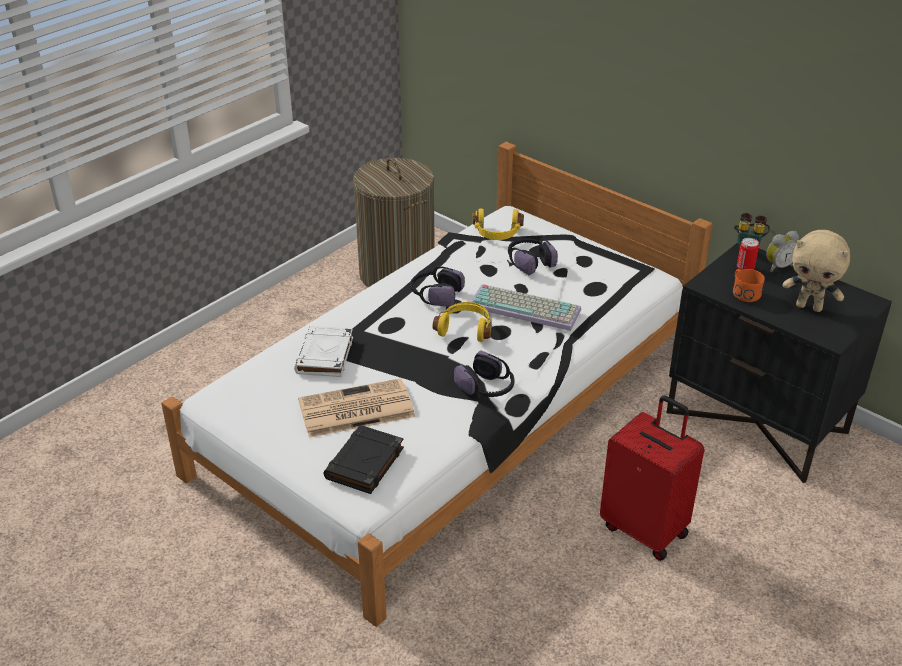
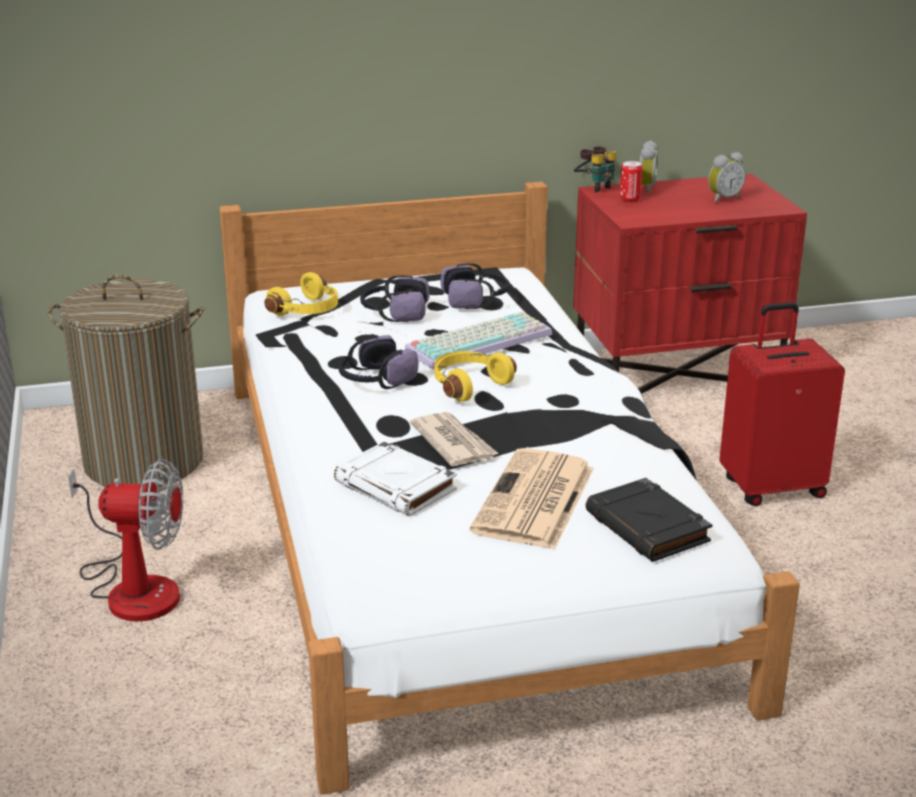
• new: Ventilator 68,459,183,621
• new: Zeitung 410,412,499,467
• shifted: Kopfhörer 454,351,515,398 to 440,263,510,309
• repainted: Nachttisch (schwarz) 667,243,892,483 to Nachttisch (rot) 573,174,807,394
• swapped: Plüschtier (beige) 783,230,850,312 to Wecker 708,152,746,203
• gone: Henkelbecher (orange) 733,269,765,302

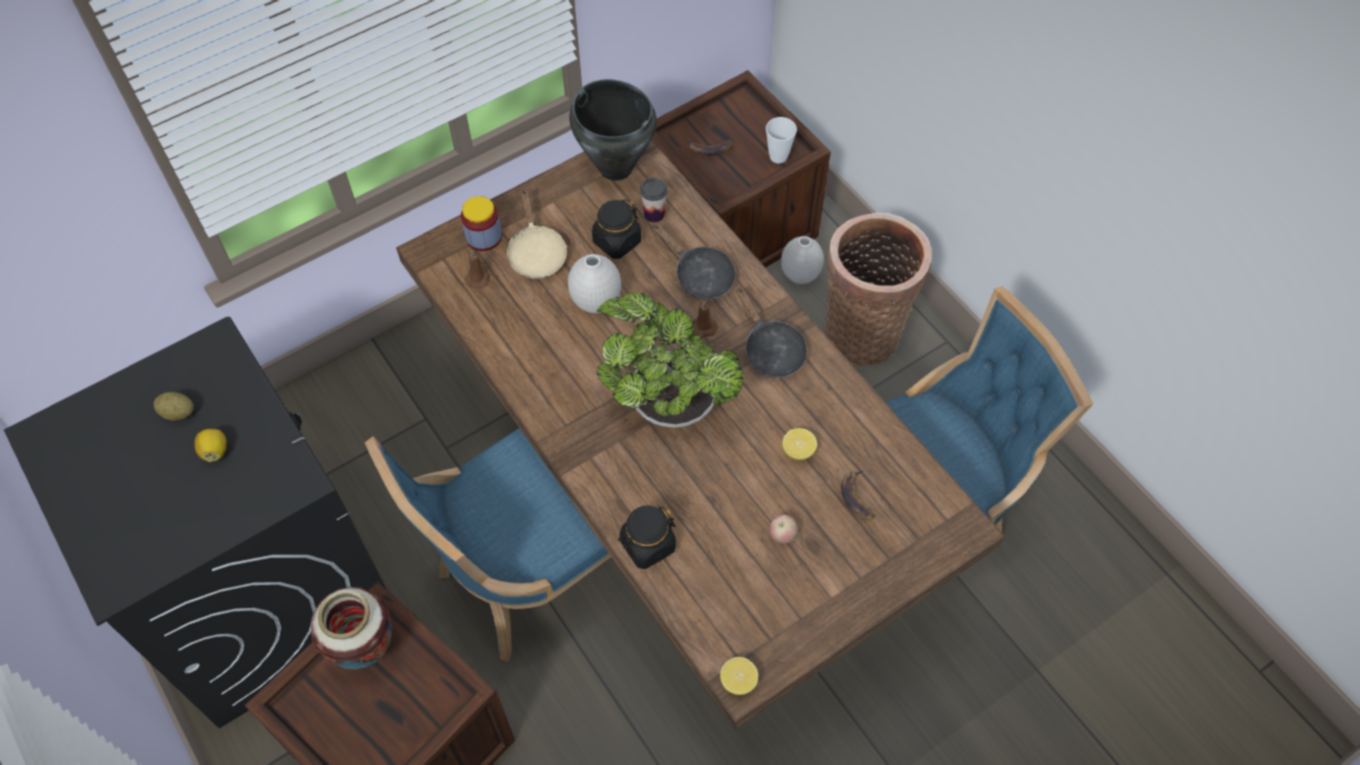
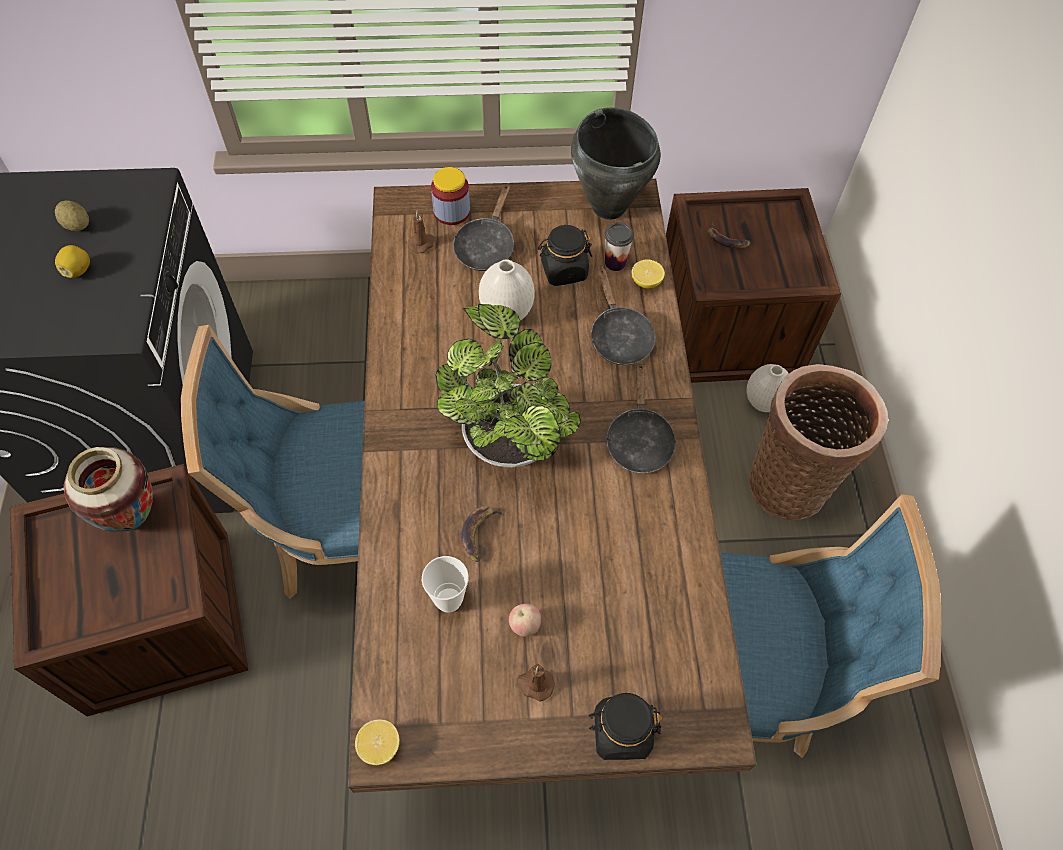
• shifted: Tasse 766,117,797,163 to 422,556,469,613
• repainted: Pfanne (beige) 506,188,567,279 to Pfanne (schwarz) 453,183,514,271
• shifted: Banane 841,470,875,519 to 461,506,506,562
• shifted: Kerze (braun) 692,301,717,338 to 517,664,555,701
• shifted: Vorratsglas (schwarz) 618,506,676,569 to 588,693,662,760
• shifted: Zitrone 782,428,817,460 to 632,259,665,289

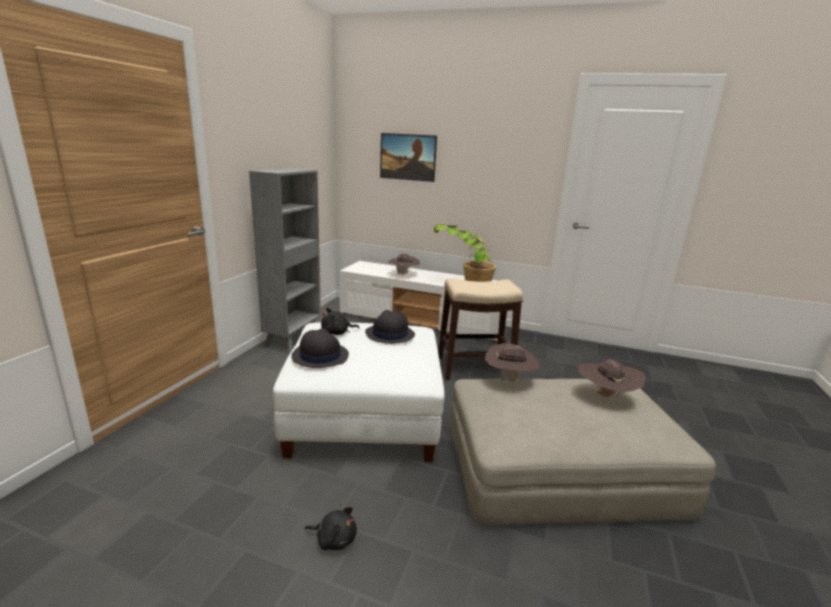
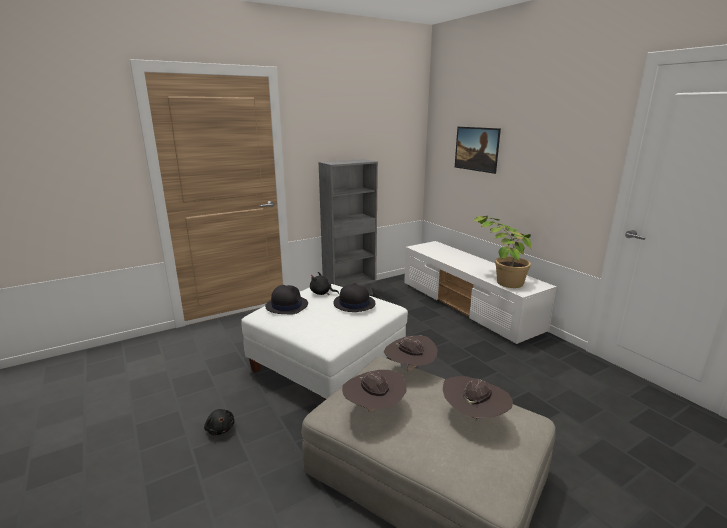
• shifted: Hut (braun) 388,253,420,275 to 342,370,407,412
• gone: Hocker 438,278,523,380

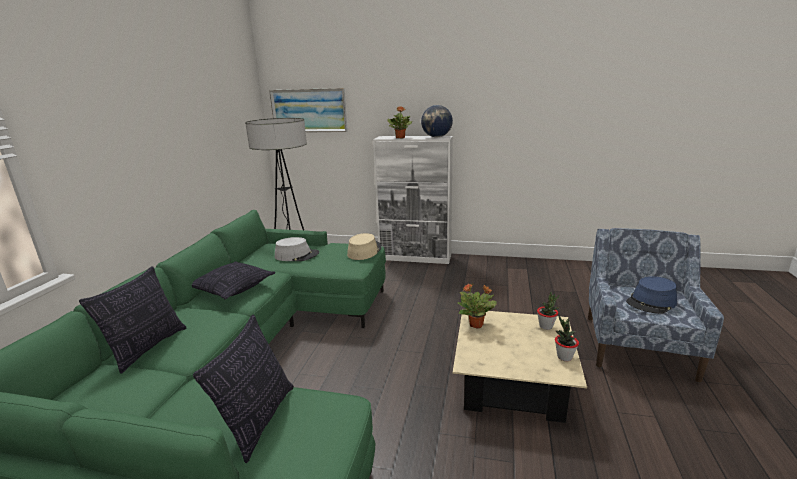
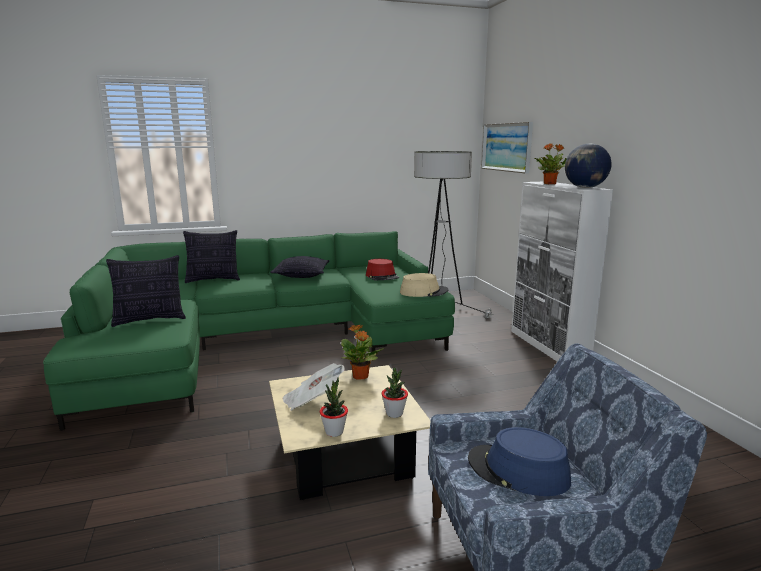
• new: Zeitung 282,363,345,411
• repainted: Hut (grau) 275,237,319,261 to Hut (rot) 366,259,399,280

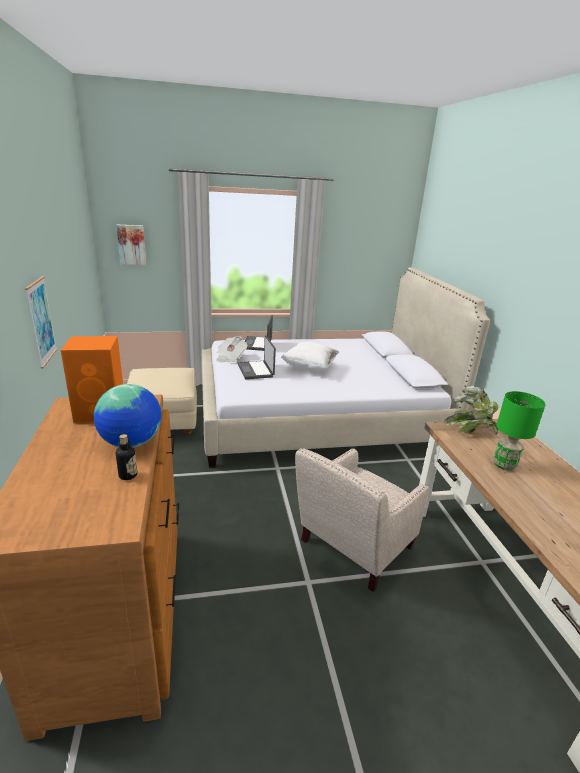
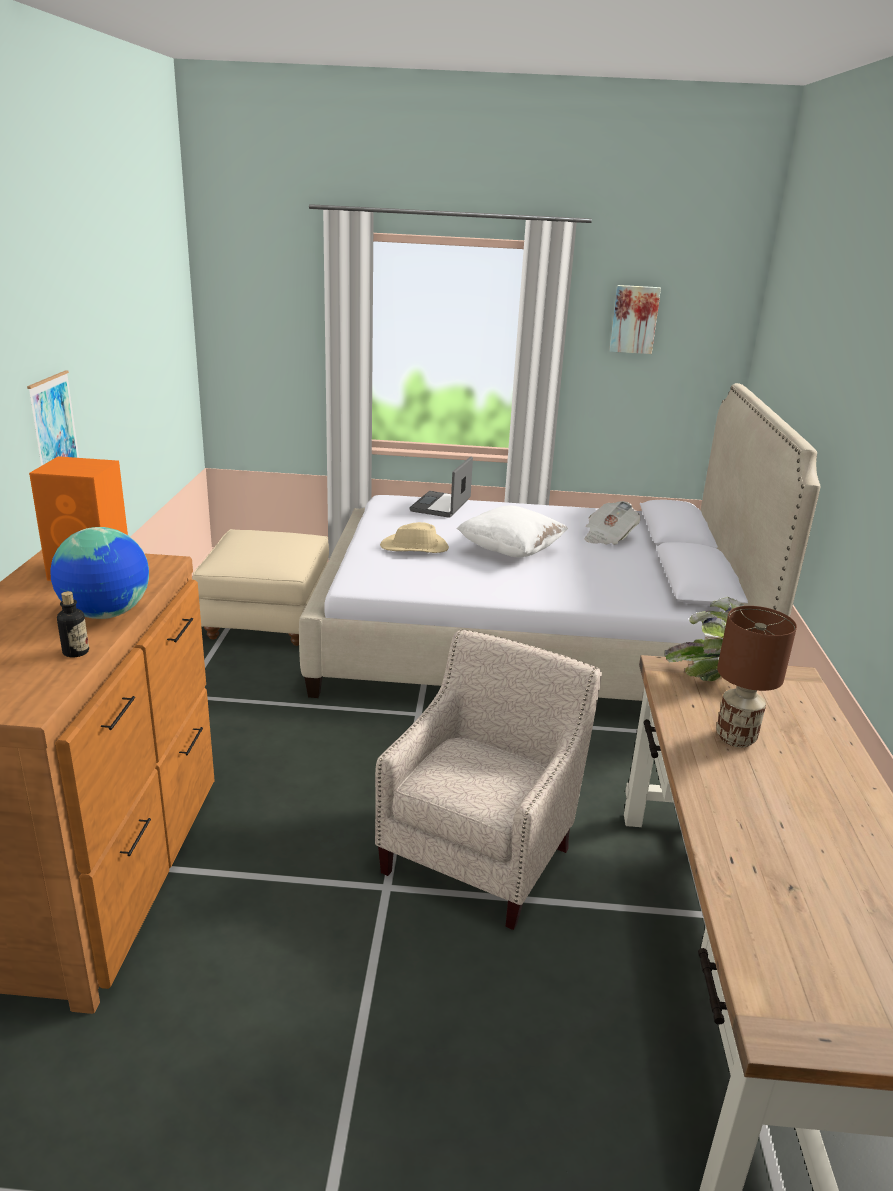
• rotated: Sessel (beige) 295,448,429,592 = 375,629,602,930 150 degrees clockwise
• swapped: Laptop 237,335,276,379 to Hut (beige) 380,522,449,553
• shifted: Zeitung 216,336,247,362 to 585,501,640,545
• shifted: Bild 116,225,146,265 to 609,285,661,354
• repainted: Tischlampe (grün) 493,391,545,471 to Tischlampe (braun) 717,606,797,747

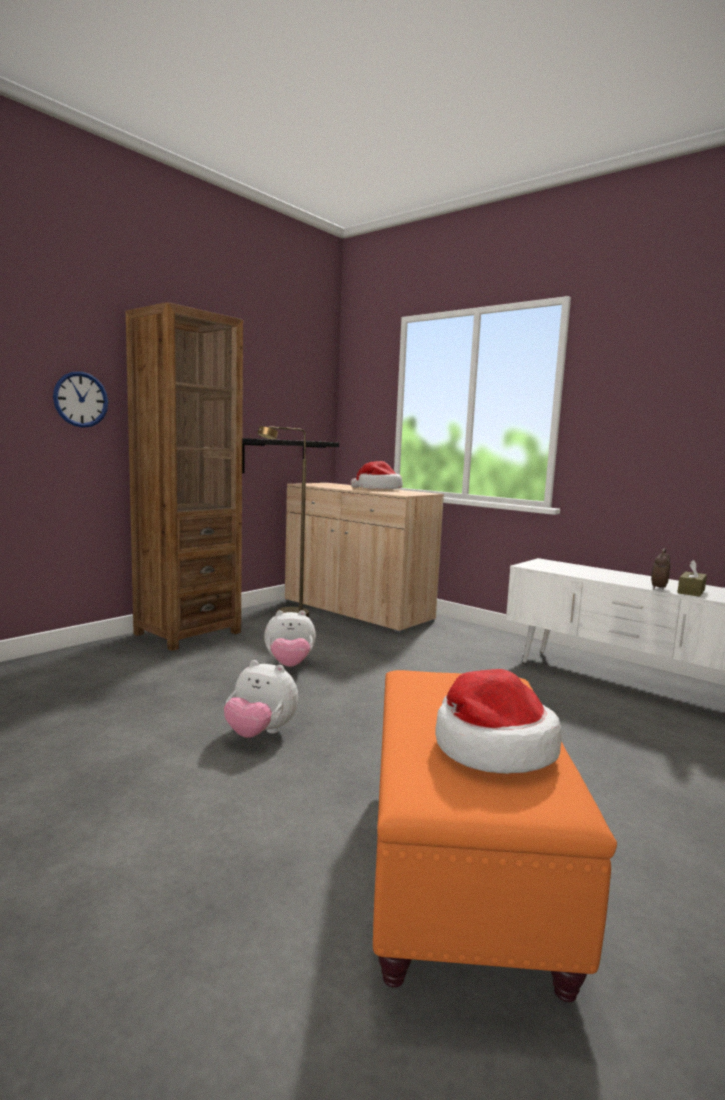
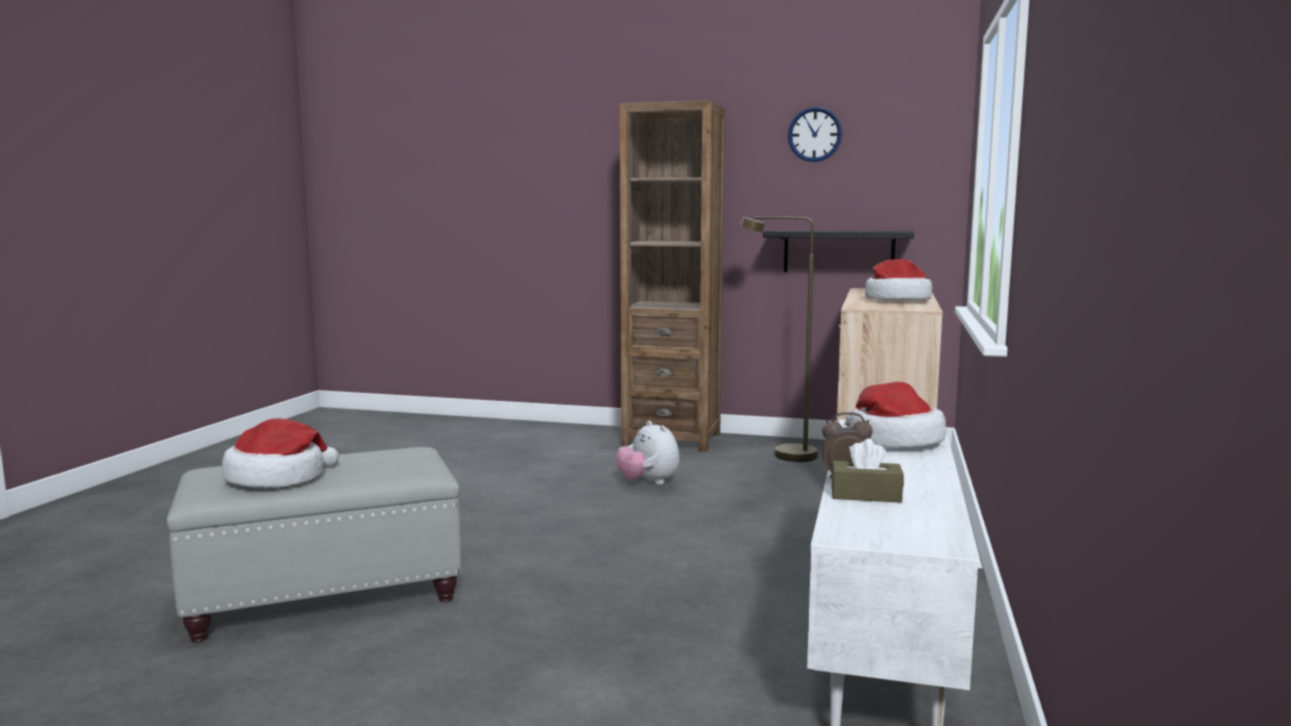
• repainted: Polsterhocker (orange) 373,670,617,1002 to Polsterhocker (grau) 167,447,462,642
• shifted: Wanduhr 53,371,108,428 to 788,107,842,162
• new: Hut 846,382,946,448
• gone: Plüschtier 224,660,298,738

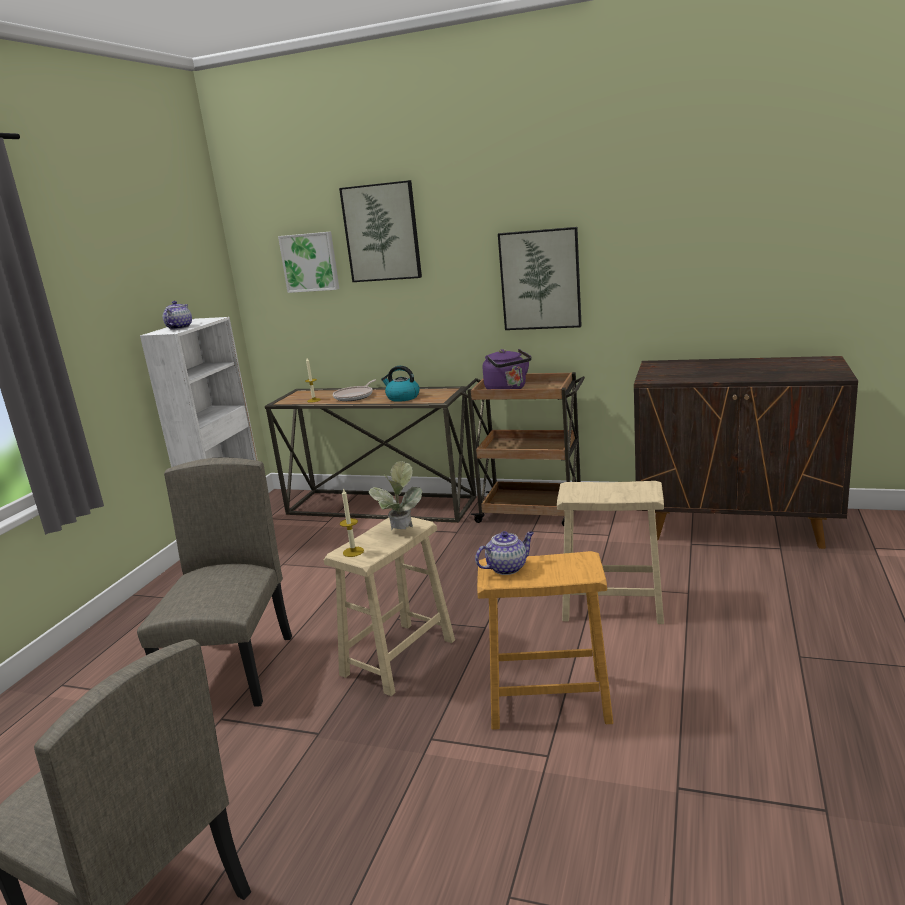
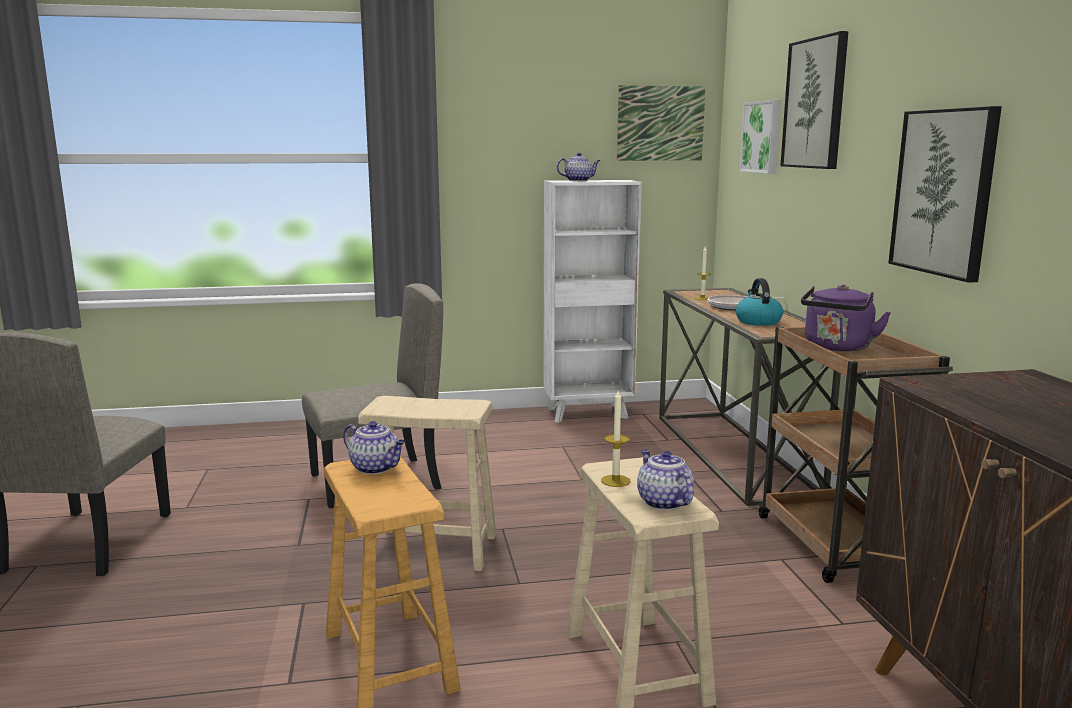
• shifted: Kerze 340,488,364,557 to 601,391,631,487
• new: Bild 617,85,706,161
• new: Teekanne 637,450,694,510
• gone: Topfpflanze 368,461,422,530

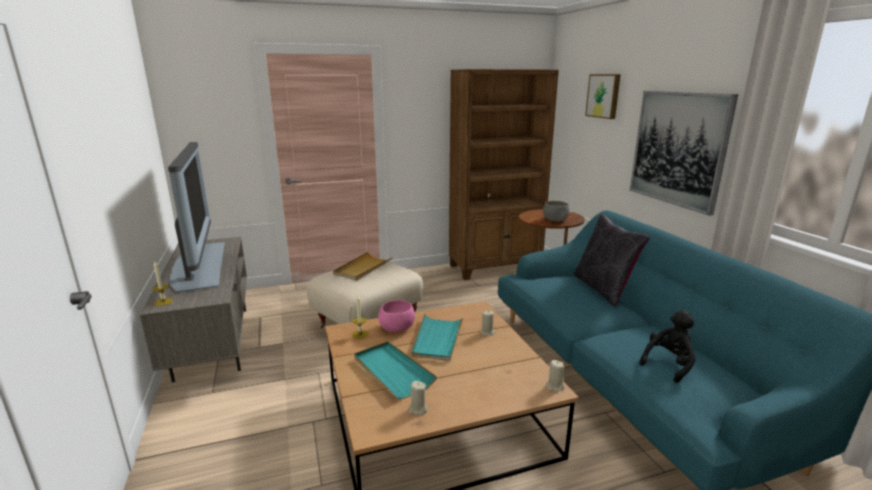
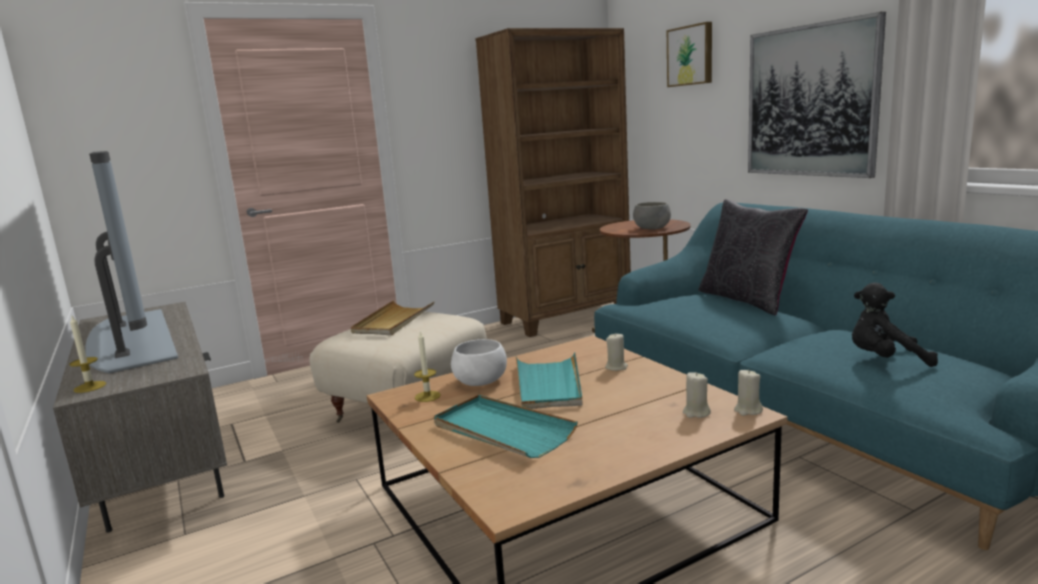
• repainted: Schüssel (rosa) 378,300,415,332 to Schüssel (weiß) 451,339,507,386
• shifted: Kerze (beige) 409,381,428,415 to 683,372,711,418
• rotated: Plüschtier (schwarz) 639,310,696,383 = 852,283,938,367 120 degrees counterclockwise

